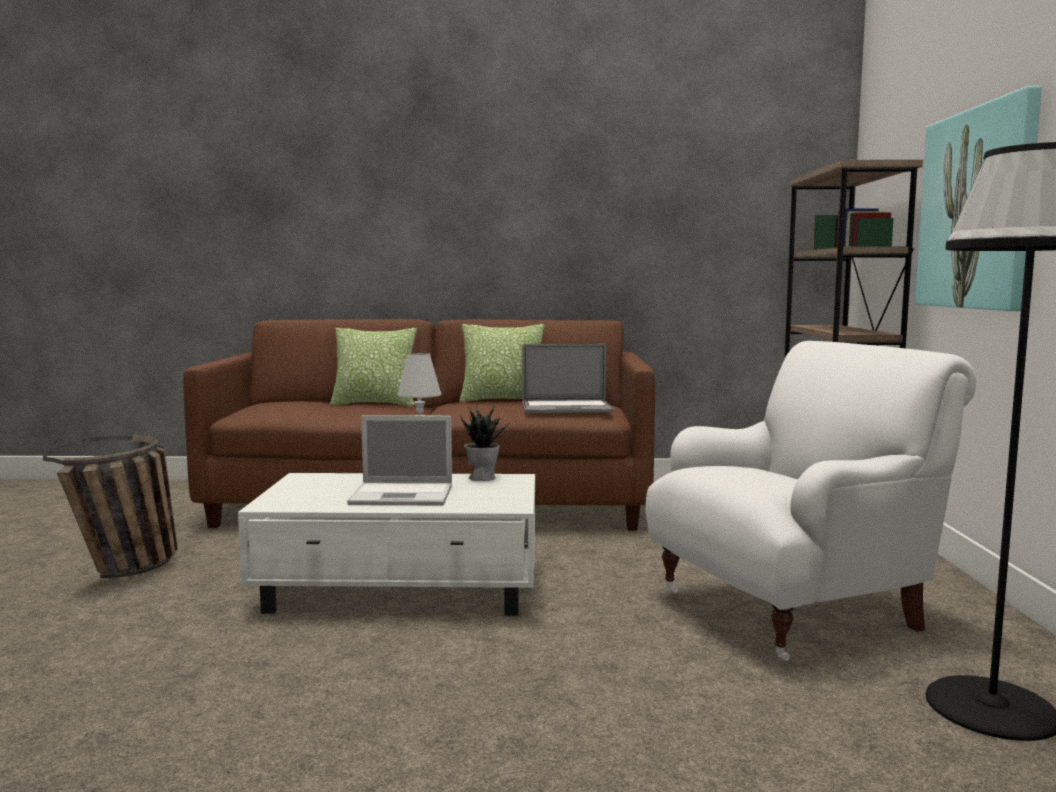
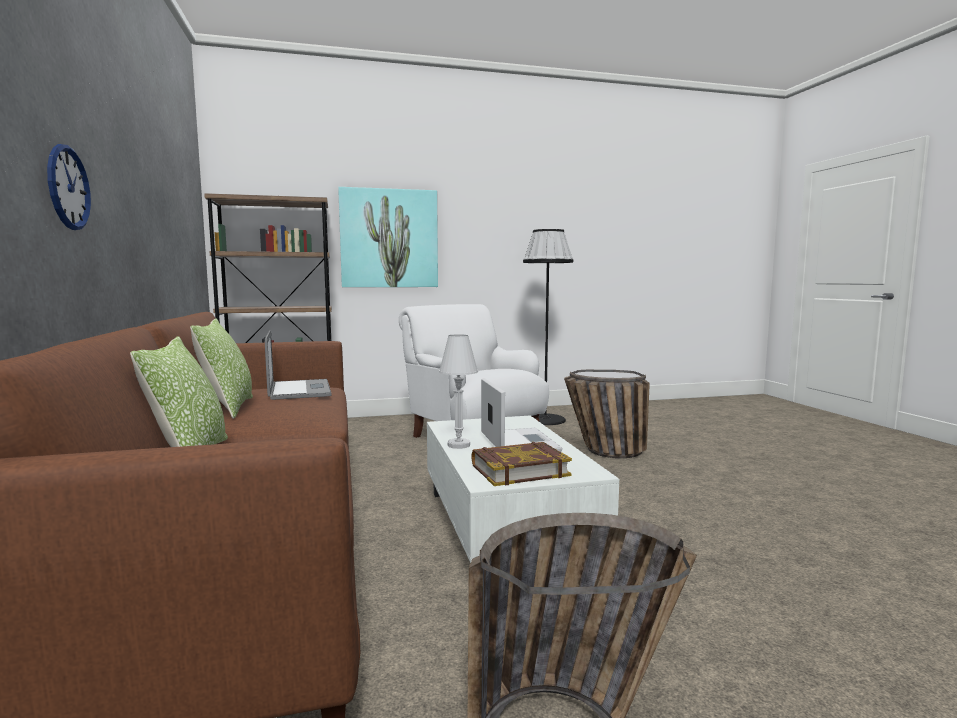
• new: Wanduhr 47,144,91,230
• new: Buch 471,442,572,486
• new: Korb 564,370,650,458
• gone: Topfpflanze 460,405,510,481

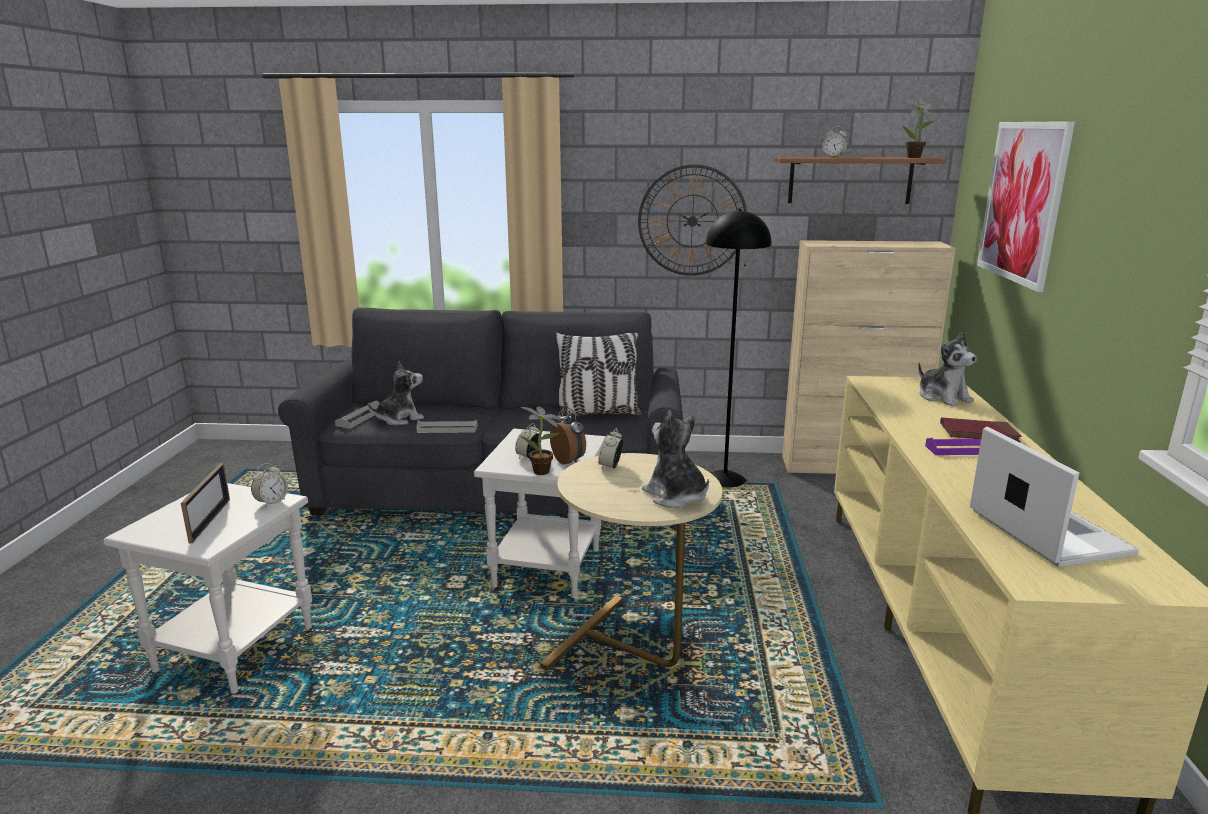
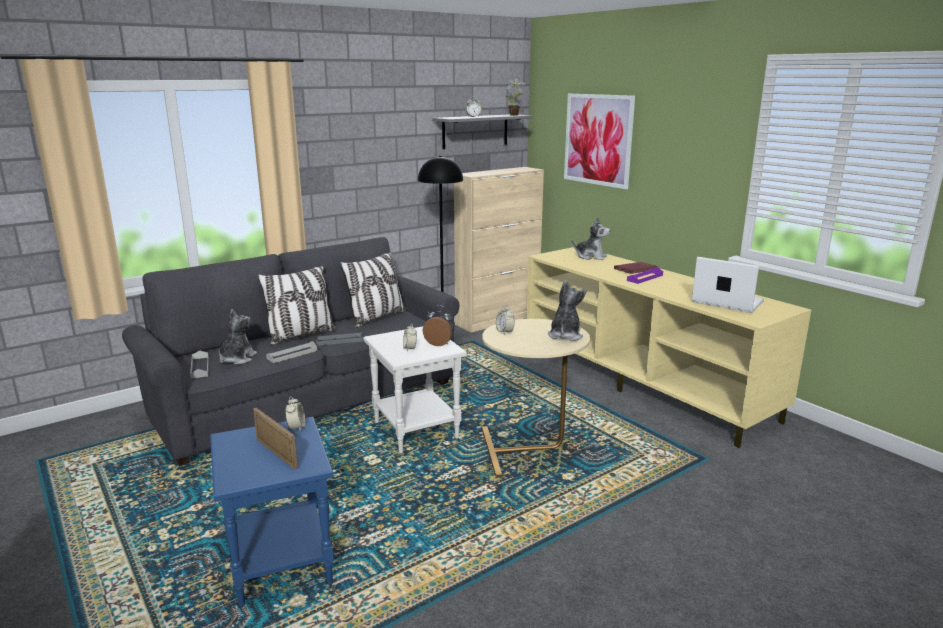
• repainted: Beistelltisch (weiß) 103,483,312,694 to Beistelltisch (blau) 210,417,334,606
• new: Kissen 257,265,336,345
• new: Tablett (grau) 316,331,363,346
• repainted: Wandregal (braun) 774,157,947,204 to Wandregal (grau) 432,114,533,149
• rotated: Plüschtier 642,410,709,508 = 548,280,587,341 90 degrees clockwise
• gone: Topfpflanze 521,406,561,475
• gone: Wanduhr 638,164,747,276

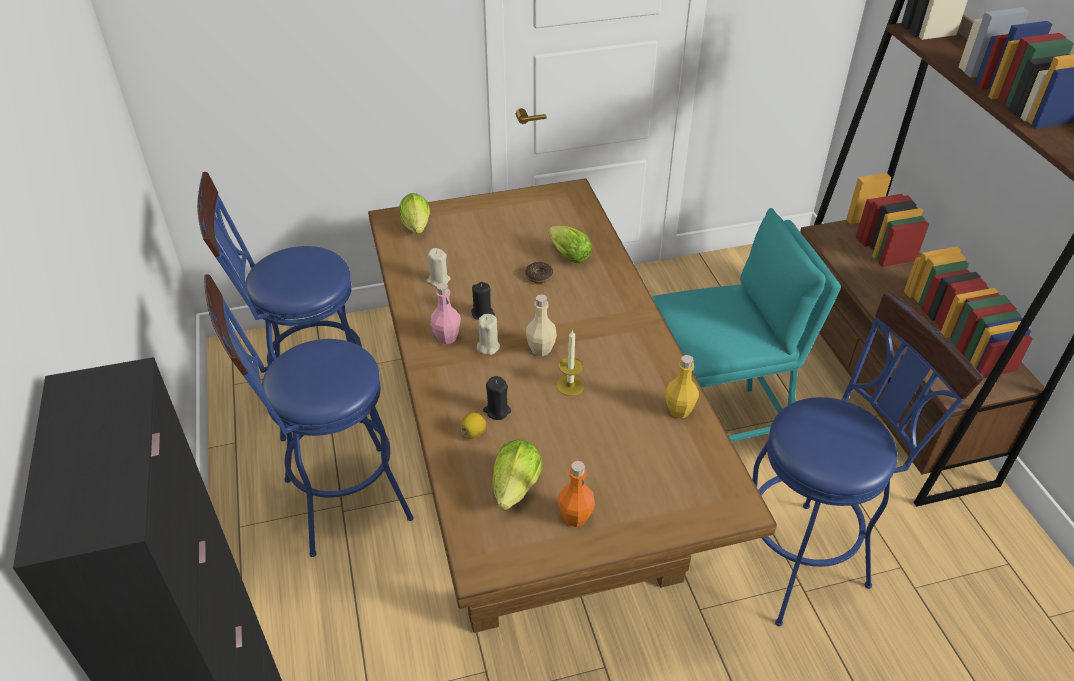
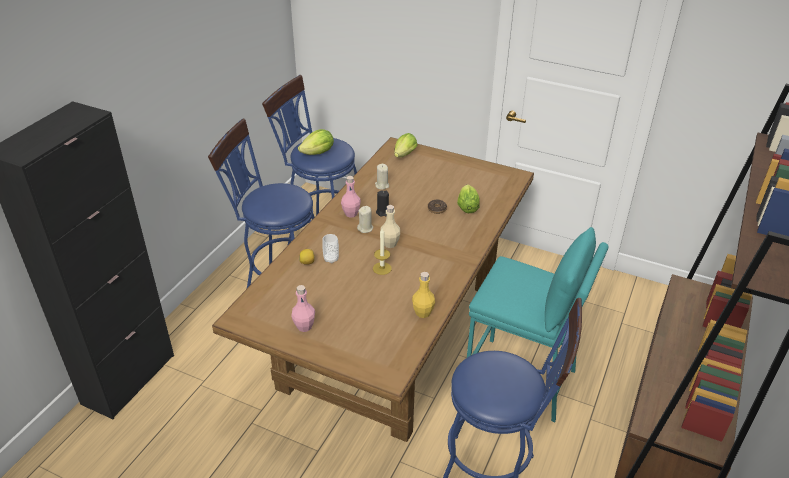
• repainted: Flasche (orange) 558,461,595,527 to Flasche (rosa) 291,285,315,332
• shifted: Salatkopf 493,439,542,510 to 298,129,334,155
• swapped: Kerze (schwarz) 483,376,511,420 to Tasse 322,234,339,264

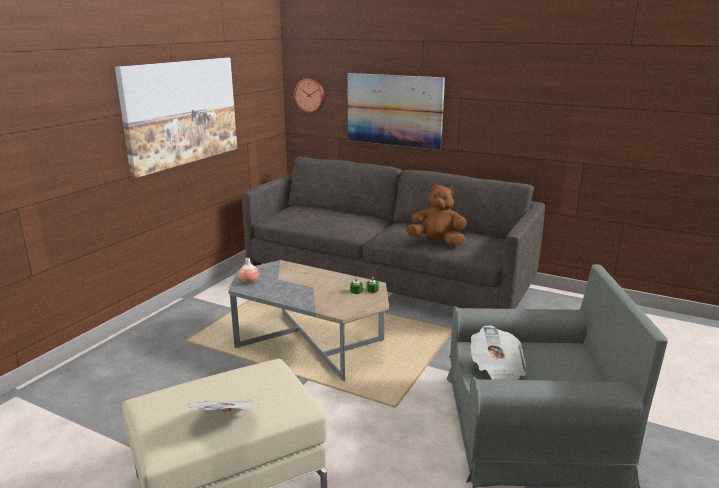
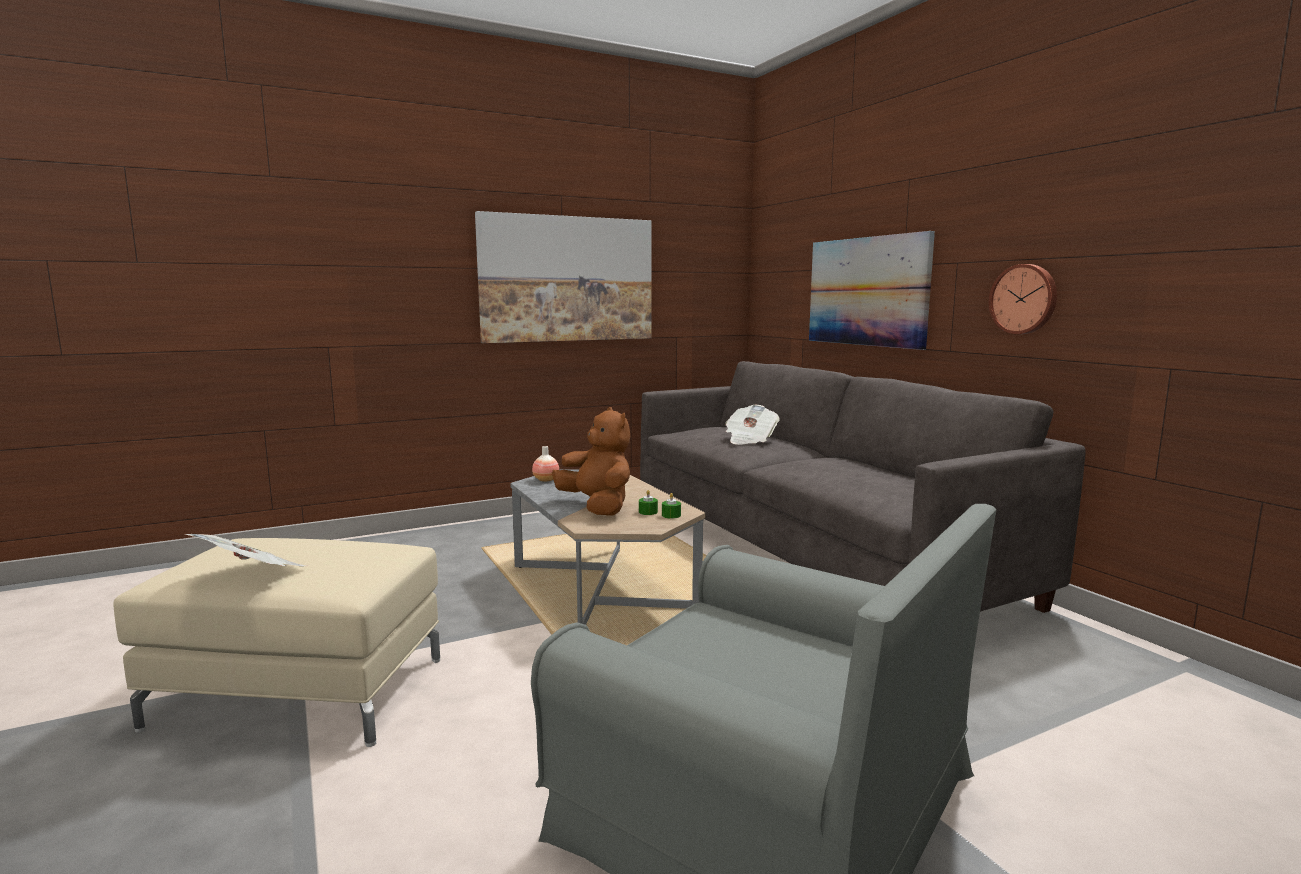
• shifted: Plüschtier (braun) 405,183,467,246 to 552,407,630,516
• shifted: Zeitung 470,325,526,380 to 726,405,780,445
• shifted: Wanduhr 294,78,325,113 to 989,264,1057,334

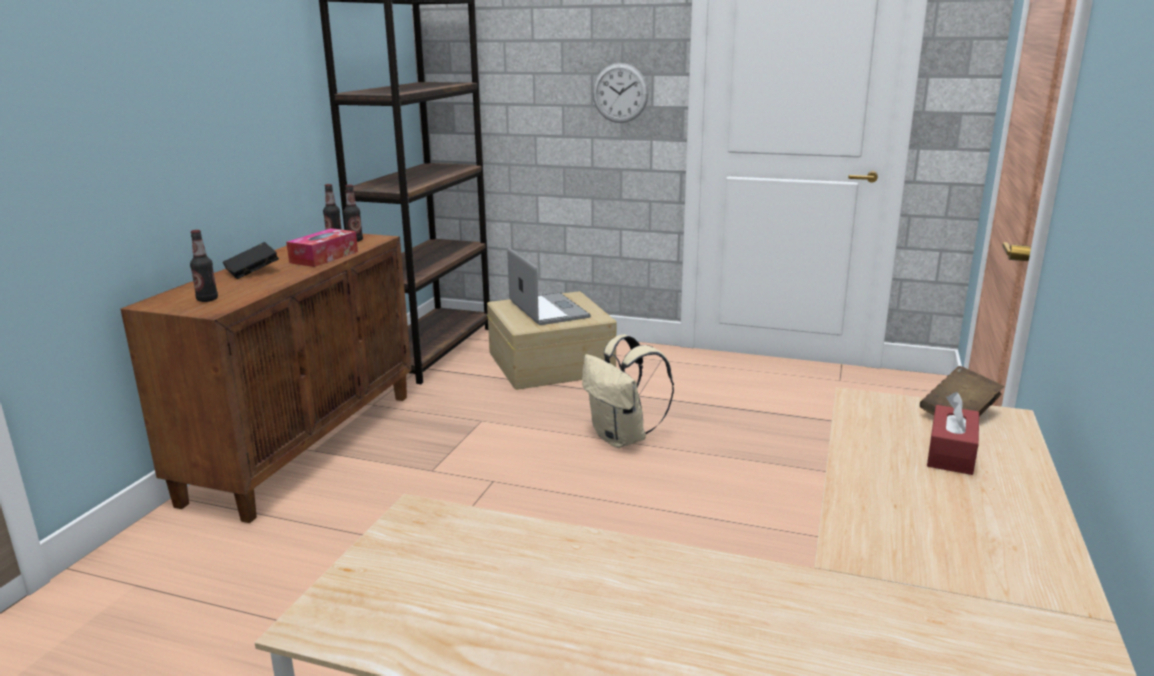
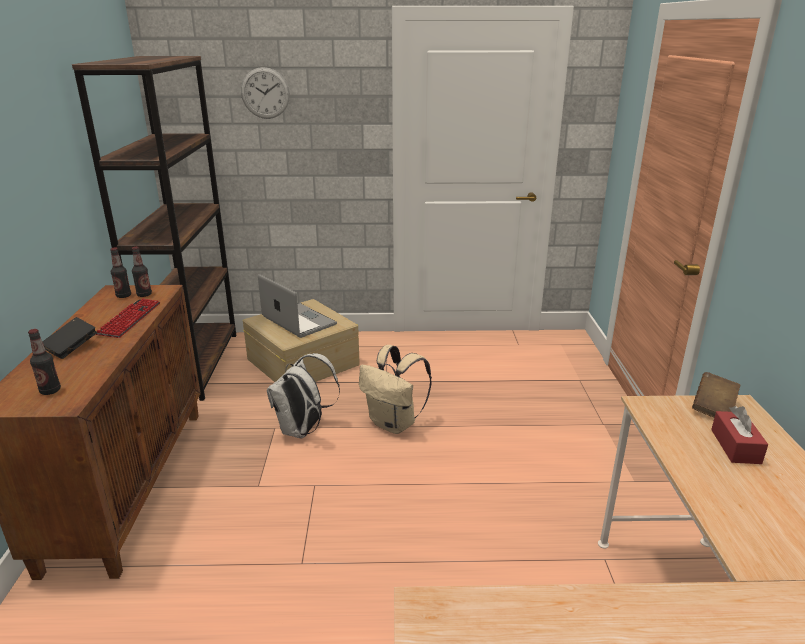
• swapped: Taschentuchbox 286,228,358,267 to Tastatur 96,298,160,338
• shifted: Wanduhr 593,63,648,123 to 241,67,290,119
• new: Rucksack (weiß) 267,353,340,438

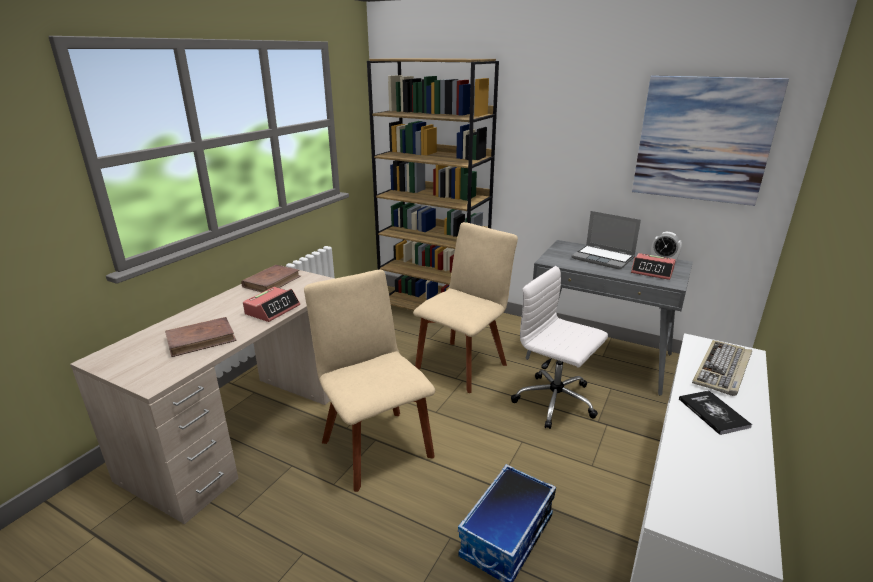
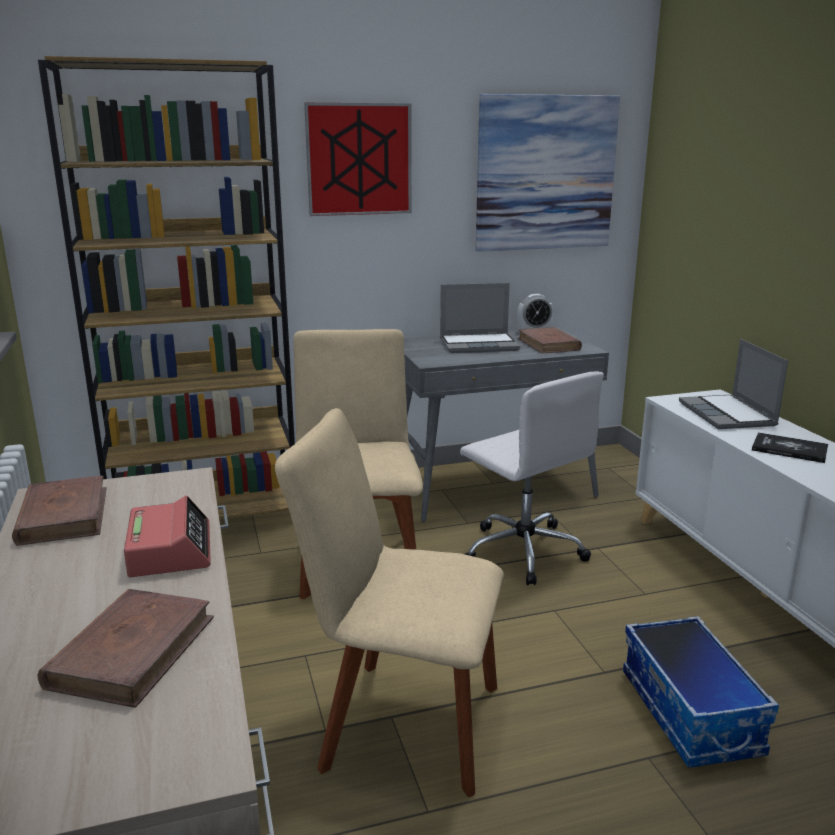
• new: Bild 304,103,412,216
• rotated: Bürostuhl (weiß) 511,266,608,429 = 460,371,604,586 120 degrees counterclockwise
• swapped: Wecker 631,253,676,280 to Buch (braun) 518,327,582,353
• swapped: Tastatur 692,340,752,396 to Laptop 679,339,788,429

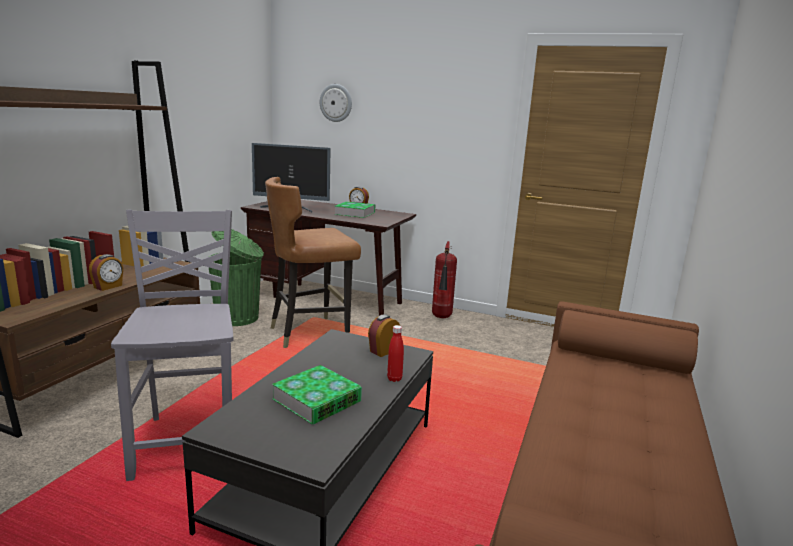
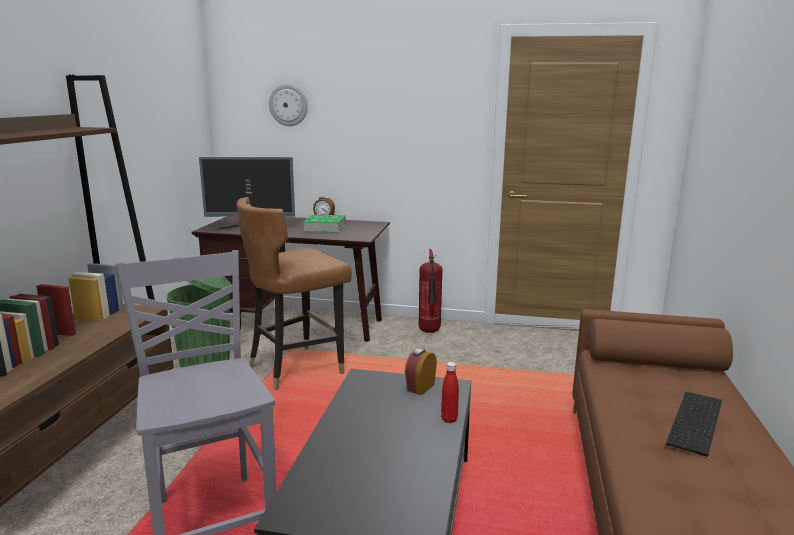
• new: Tastatur 666,392,722,457
• gone: Wecker 89,254,123,291
• gone: Buch 272,365,362,425

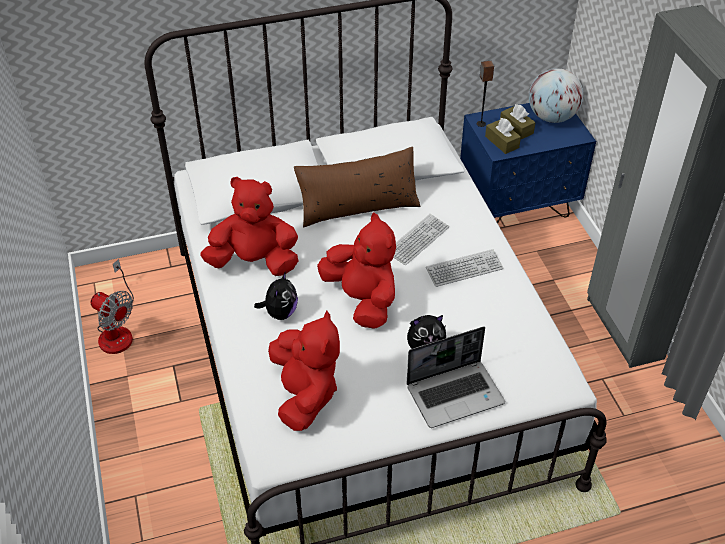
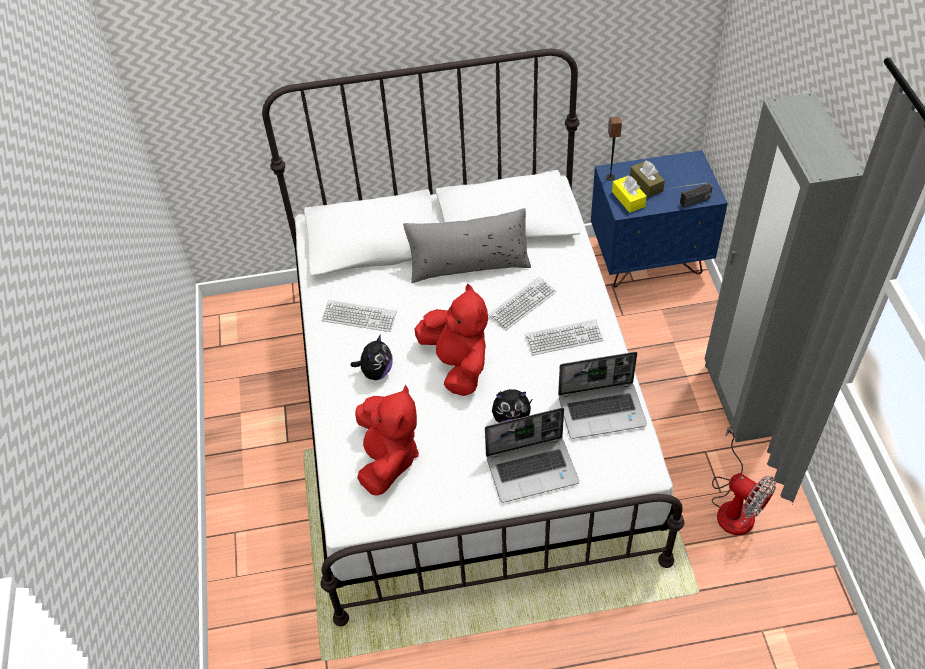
• swapped: Plüschtier (rot) 200,177,299,276 to Tastatur 321,300,397,332
• repainted: Kissen (braun) 294,147,420,227 to Kissen (grau) 403,208,531,283
• new: Laptop 558,352,647,439
• repainted: Taschentuchbox (braun) 485,118,521,154 to Taschentuchbox (gelb) 612,175,647,213
• new: Radio 674,182,712,208
• shifted: Ventilator 91,259,134,354 to 712,423,776,535
• gone: Globus 529,68,583,123

